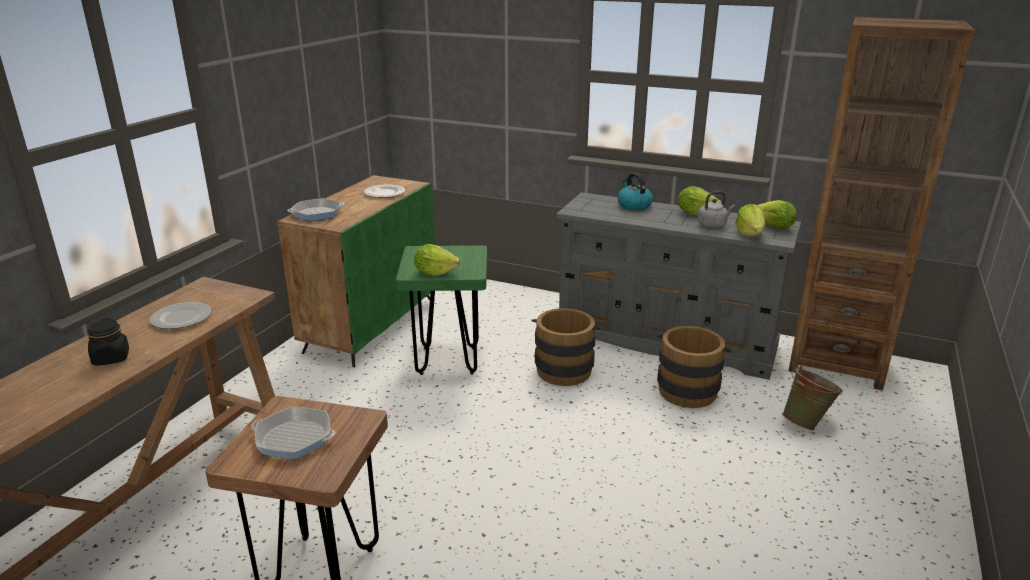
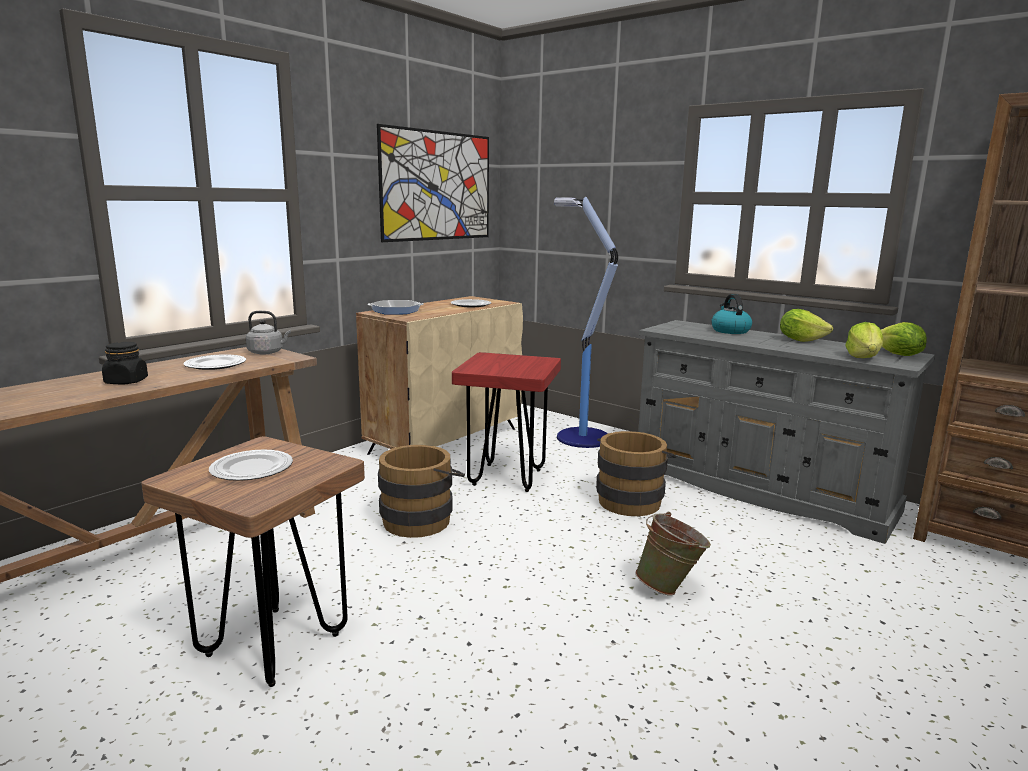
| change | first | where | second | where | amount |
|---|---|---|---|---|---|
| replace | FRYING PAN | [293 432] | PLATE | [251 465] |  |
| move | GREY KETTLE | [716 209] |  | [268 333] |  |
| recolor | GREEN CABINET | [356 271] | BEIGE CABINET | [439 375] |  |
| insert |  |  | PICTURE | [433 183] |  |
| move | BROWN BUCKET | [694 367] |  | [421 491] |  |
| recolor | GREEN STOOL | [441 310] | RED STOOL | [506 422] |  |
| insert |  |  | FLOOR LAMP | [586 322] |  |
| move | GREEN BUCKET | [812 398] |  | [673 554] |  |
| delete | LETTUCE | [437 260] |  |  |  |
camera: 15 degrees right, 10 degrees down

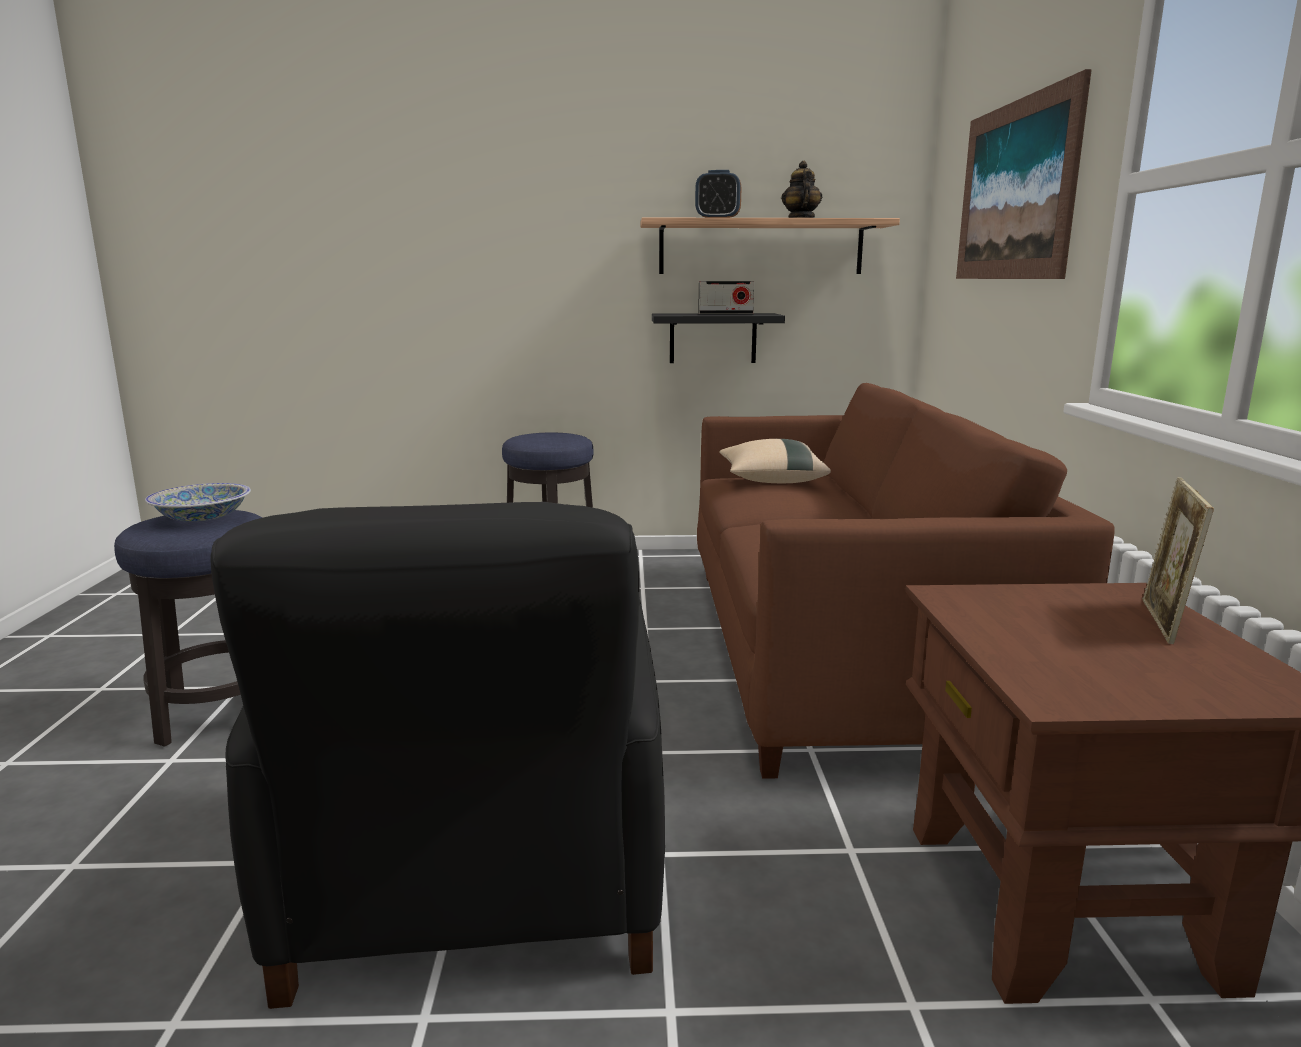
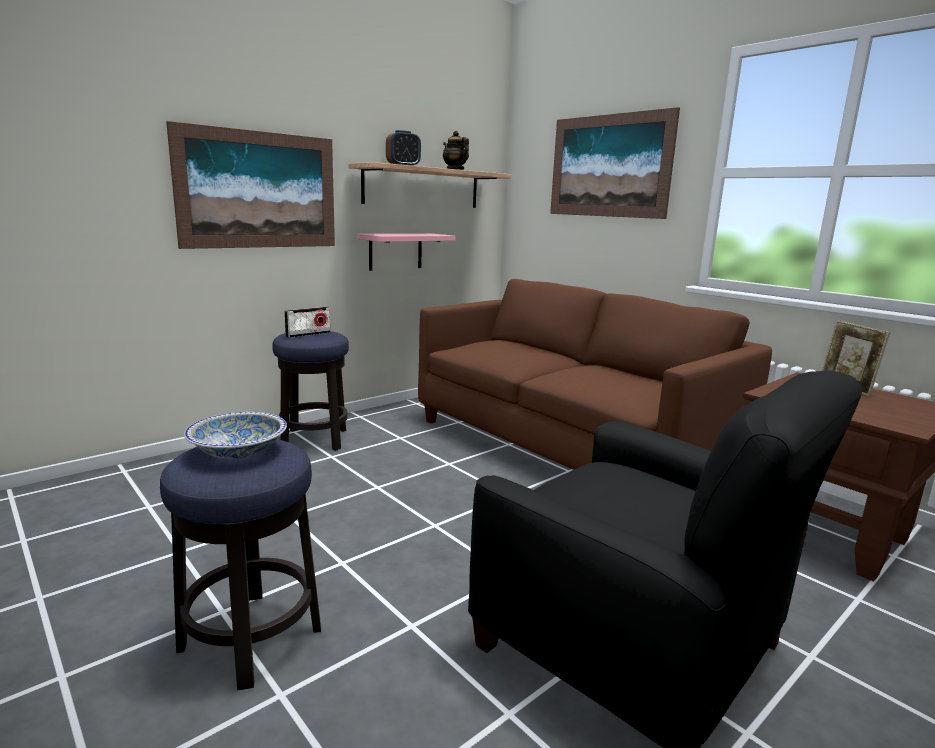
| change | first | where | second | where | amount |
|---|---|---|---|---|---|
| insert |  |  | PICTURE | [250 185] |  |
| move | RADIO | [726 297] |  | [307 322] |  |
| recolor | BLACK SHELF | [718 338] | PINK SHELF | [406 252] |  |
| delete | BEIGE PILLOW | [775 461] |  |  |  |
camera: 40 degrees left, 0 degrees up

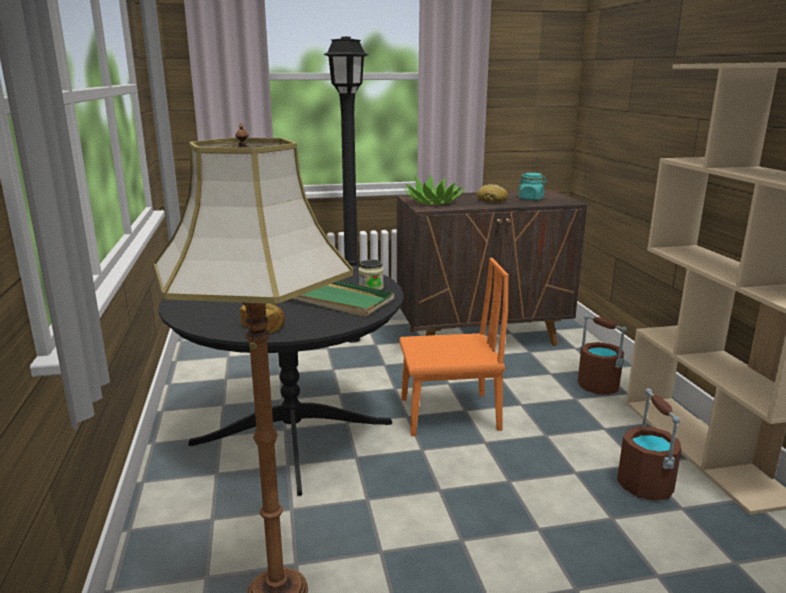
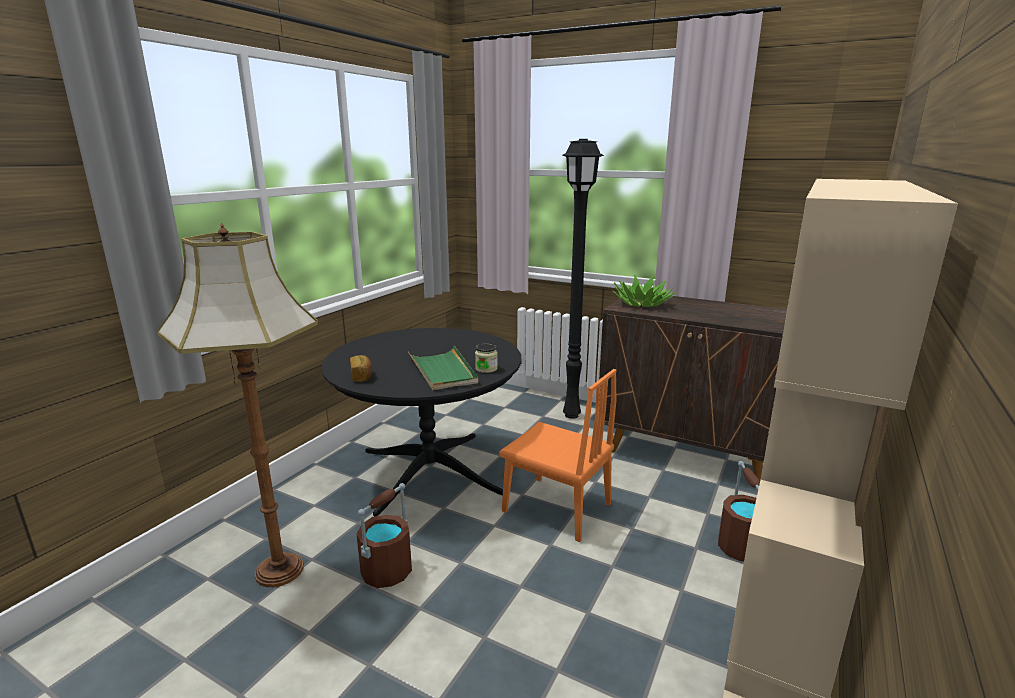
| change | first | where | second | where | amount |
|---|---|---|---|---|---|
| move | BROWN BUCKET | [649 444] |  | [384 535] |  |
| delete | BREAD | [492 193] |  |  |  |
| delete | TURQUOISE JAR | [532 186] |  |  |  |
camera: 40 degrees right, 0 degrees up

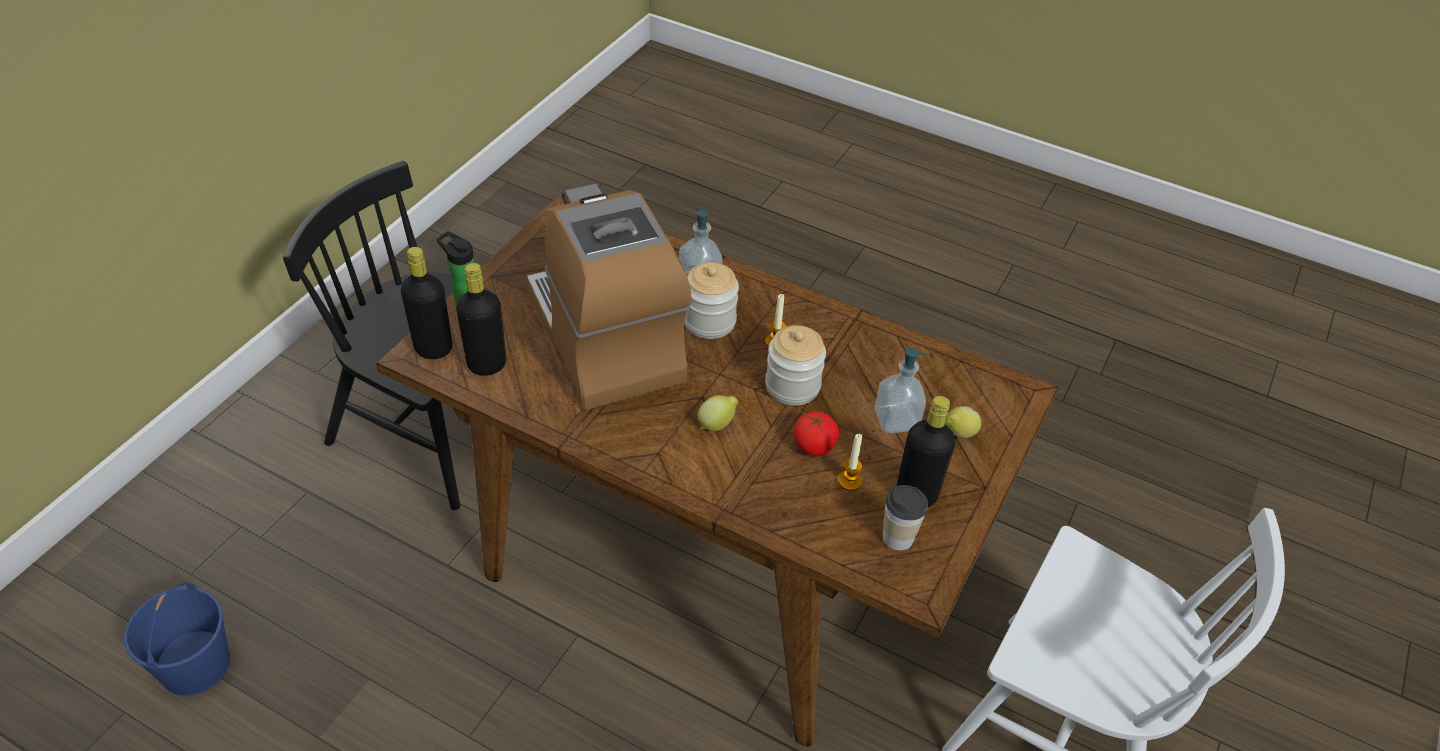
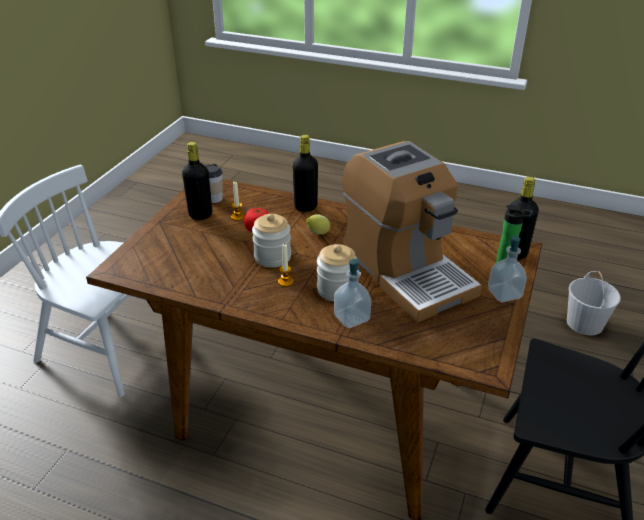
| change | first | where | second | where | amount |
|---|---|---|---|---|---|
| move | BLACK BOTTLE | [481 319] |  | [305 173] |  |
| move | SOAP DISPENSER | [901 390] |  | [507 269] |  |
| recolor | BLUE BUCKET | [177 639] | WHITE BUCKET | [594 303] |  |
| delete | LEMON | [963 422] |  |  |  |
camera: 175 degrees right, 10 degrees down

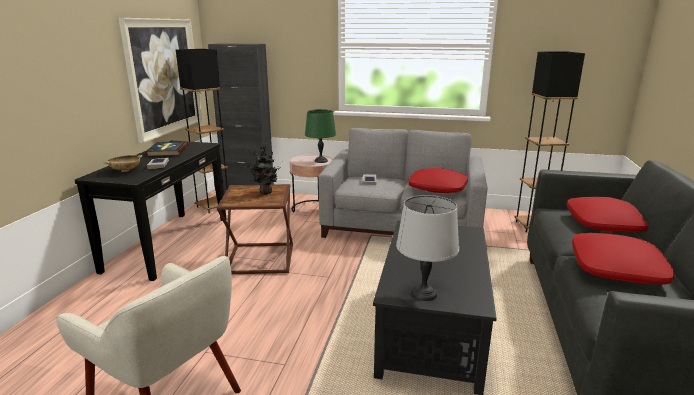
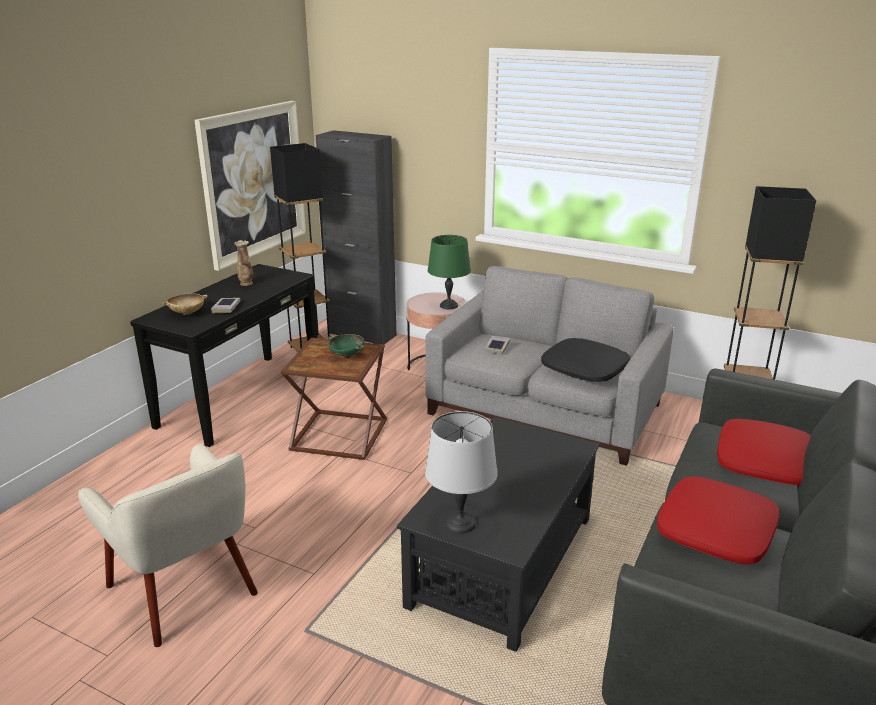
| change | first | where | second | where | amount |
|---|---|---|---|---|---|
| replace | BOOK | [167 149] | VASE | [243 263] |  |
| replace | POTTED PLANT | [262 168] | GREEN BOWL | [346 345] |  |
| recolor | RED PILLOW | [438 180] | BLACK PILLOW | [585 360] |  |
camera: 15 degrees right, 5 degrees up

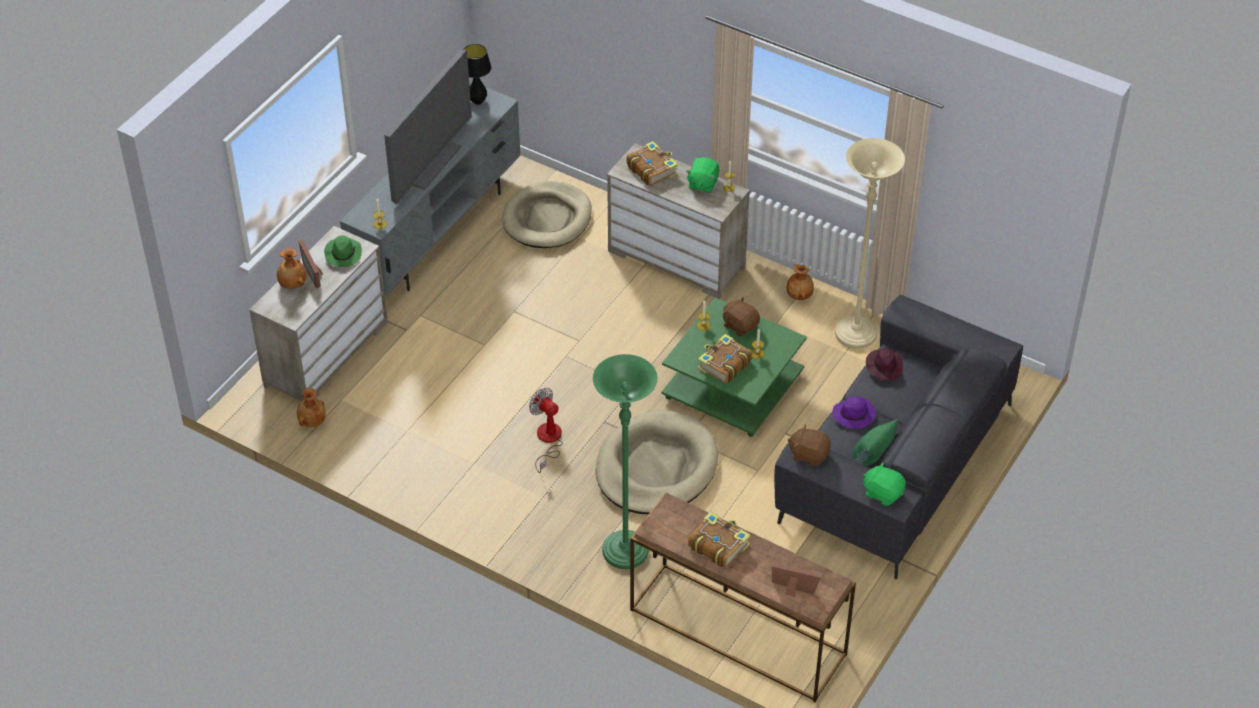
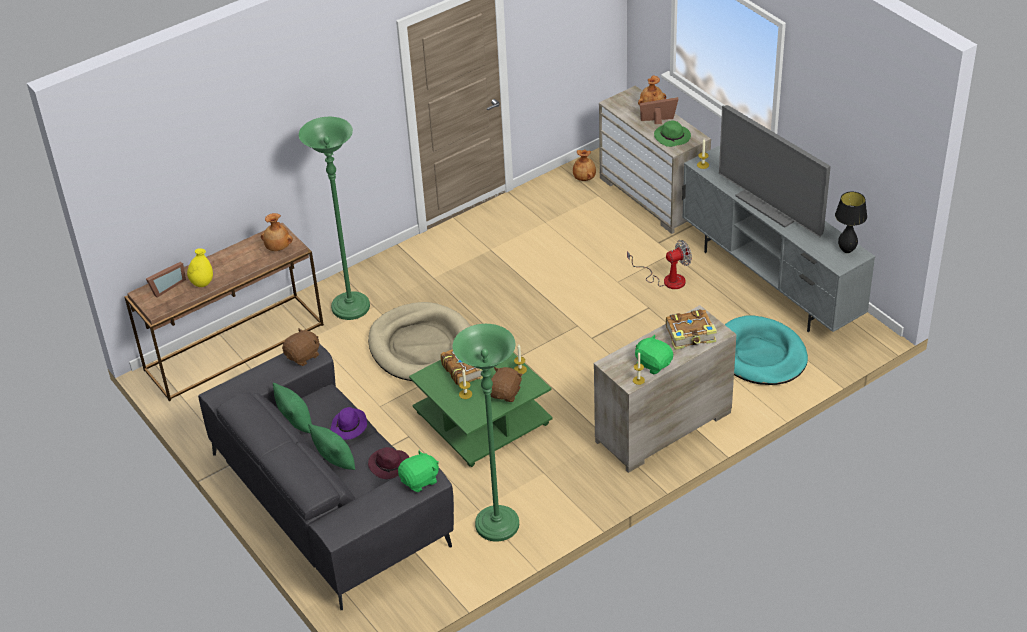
| change | first | where | second | where | amount |
|---|---|---|---|---|---|
| insert |  |  | YELLOW VASE | [200 267] |  |
| move | BROWN VASE | [800 282] |  | [277 232] |  |
| insert |  |  | GREEN PILLOW | [331 447] |  |
| move | GREEN PLUSH TOY | [884 484] |  | [418 471] |  |
| recolor | BEIGE FLOOR LAMP | [870 243] | GREEN FLOOR LAMP | [486 433] |  |
| rotate | BROWN PLUSH TOY | [741 317] |  | [507 384] | 45 degrees counterclockwise |
| move | FAN | [546 430] |  | [659 264] |  |
| recolor | BEIGE DOG BED | [547 214] | TURQUOISE DOG BED | [766 350] |  |
| delete | BOOK | [719 539] |  |  |  |
camera: 115 degrees right, 5 degrees down

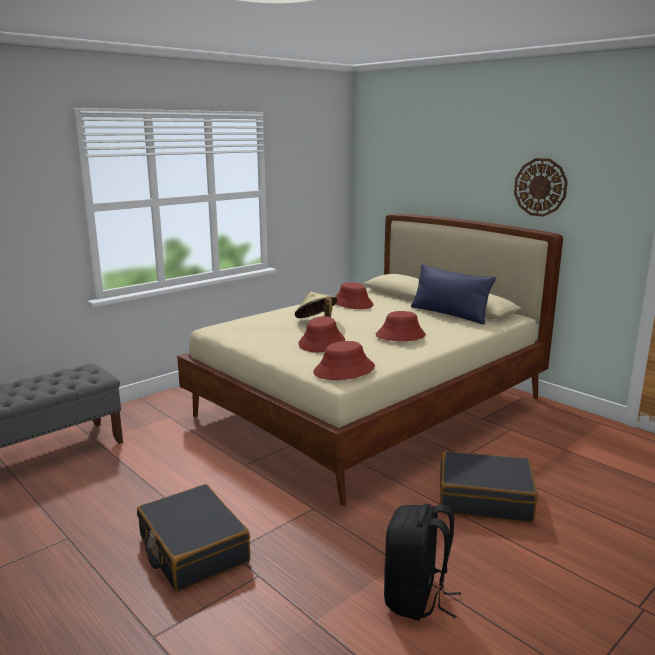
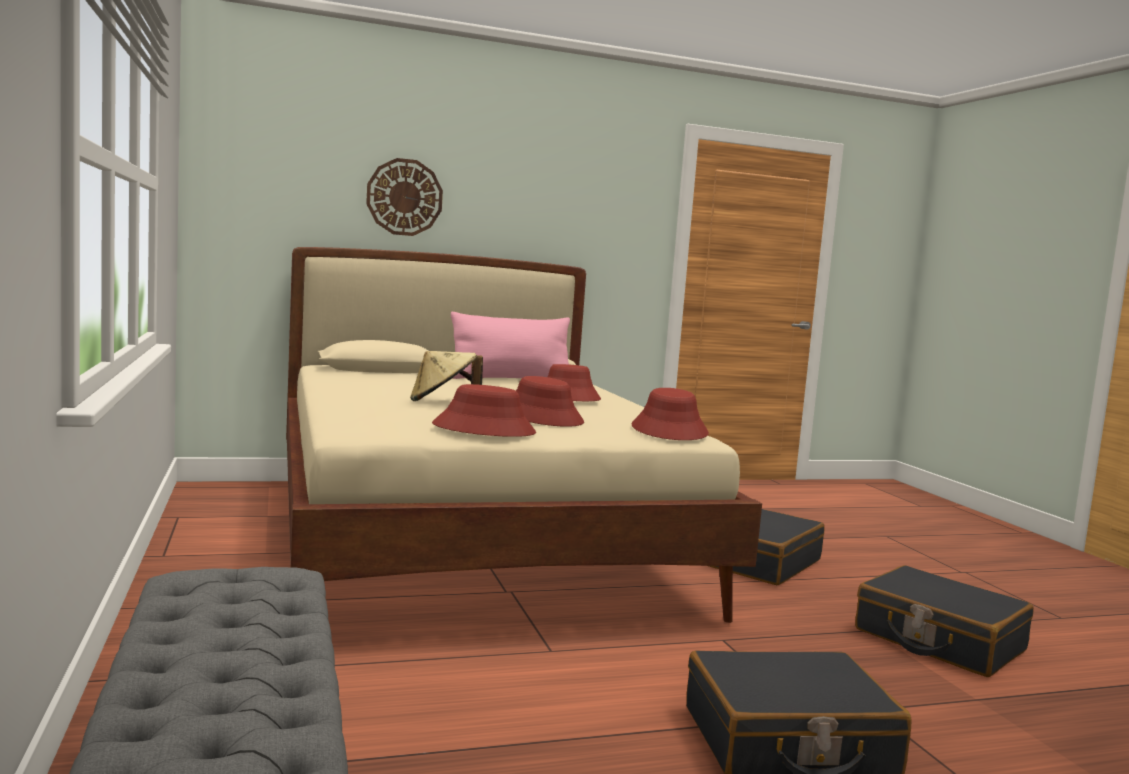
| change | first | where | second | where | amount |
|---|---|---|---|---|---|
| move | WALL CLOCK | [541 187] |  | [404 197] |  |
| move | RED HAT | [354 295] |  | [484 410] |  |
| recolor | BLUE PILLOW | [453 294] | PINK PILLOW | [510 345] |  |
| replace | BLACK BACKPACK | [422 562] | BLACK SUITCASE | [944 621] |  |
camera: 65 degrees left, 10 degrees down

